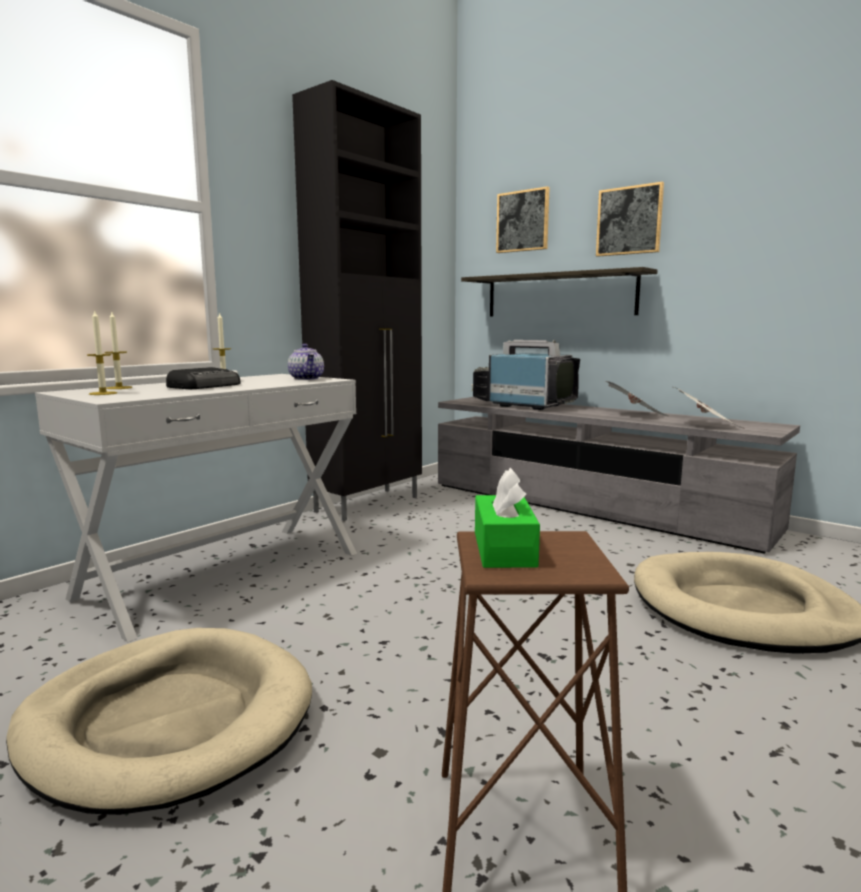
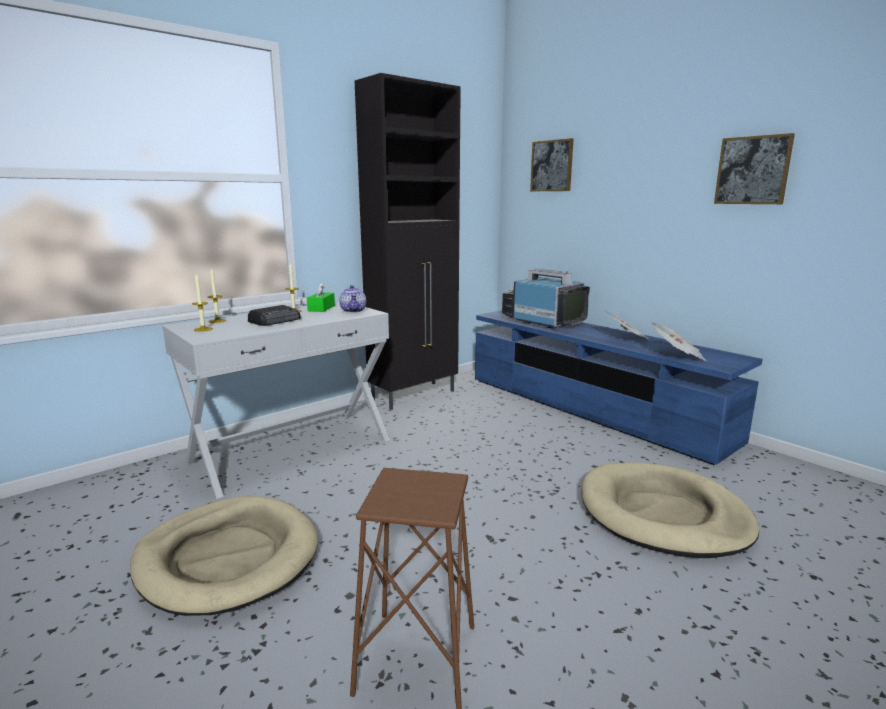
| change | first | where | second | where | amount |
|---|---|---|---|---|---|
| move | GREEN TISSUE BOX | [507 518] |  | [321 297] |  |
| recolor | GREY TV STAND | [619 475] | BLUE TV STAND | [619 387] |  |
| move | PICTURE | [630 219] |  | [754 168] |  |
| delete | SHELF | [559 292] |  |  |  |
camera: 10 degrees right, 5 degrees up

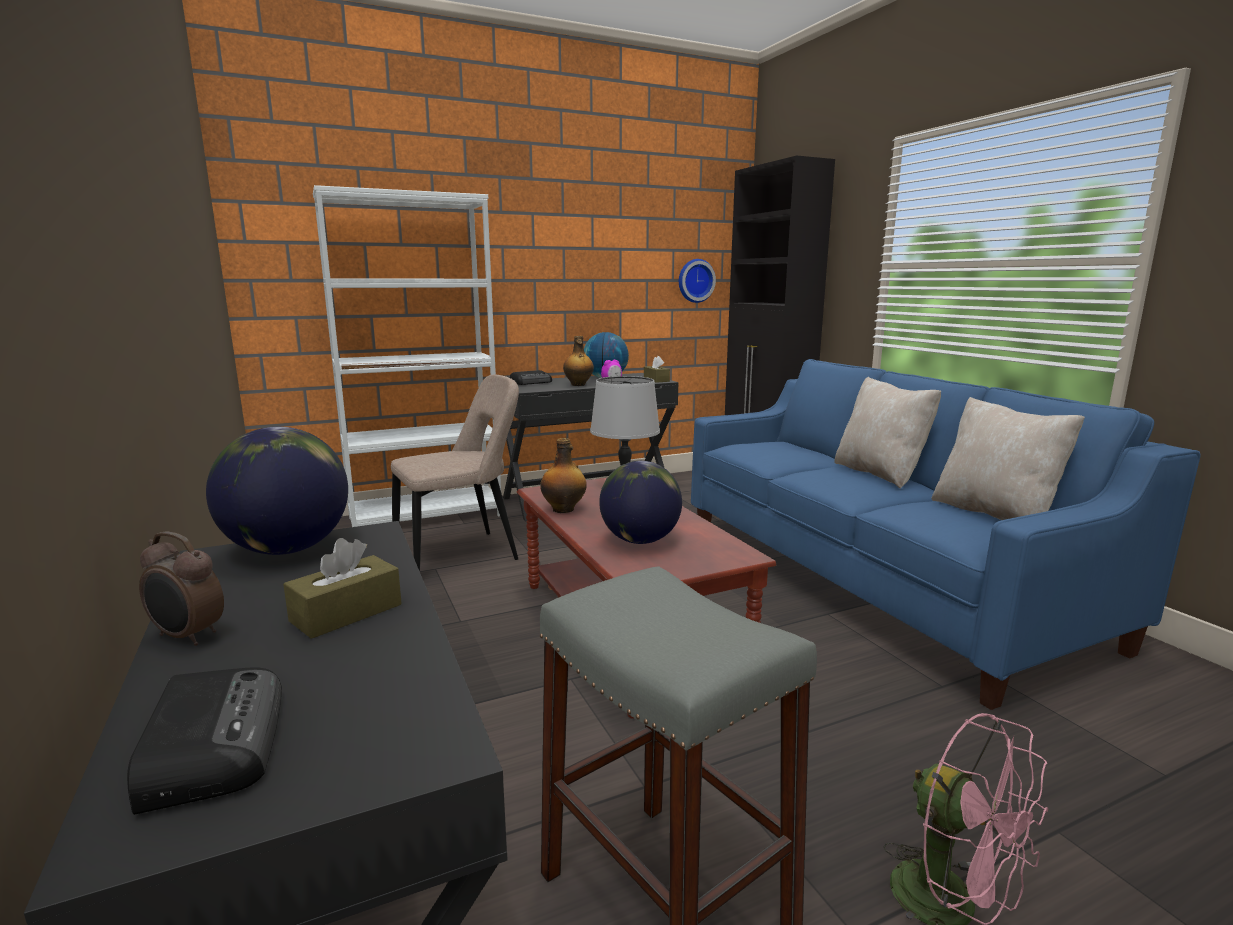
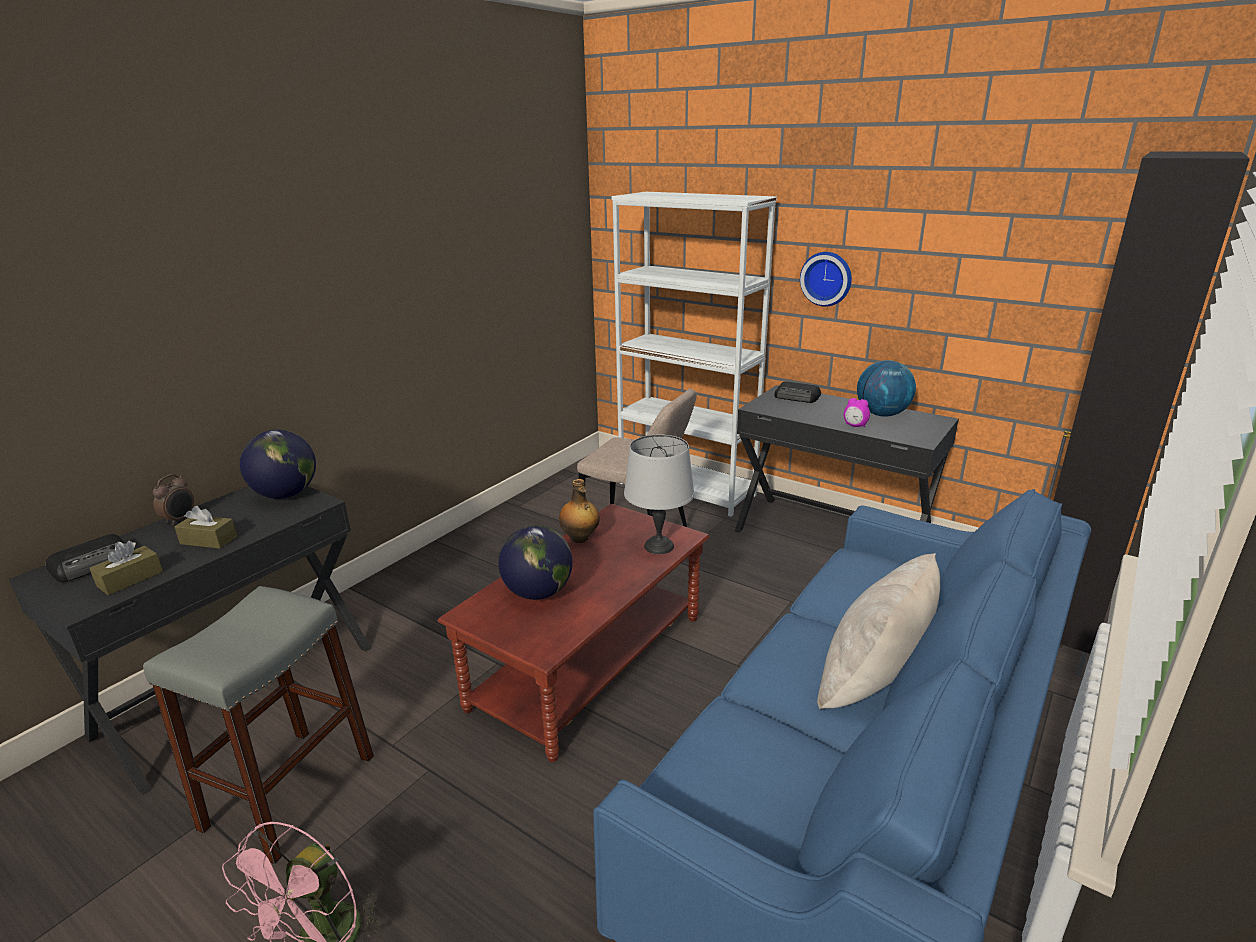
| change | first | where | second | where | amount |
|---|---|---|---|---|---|
| move | BROWN TISSUE BOX | [657 369] |  | [126 568] |  |
| rotate | ALARM CLOCK | [181 588] |  | [173 499] | 150 degrees counterclockwise |
| move | WALL CLOCK | [697 281] |  | [826 279] |  |
| delete | BOTTLE | [578 361] |  |  |  |
| delete | BEIGE PILLOW | [1008 458] |  |  |  |
camera: 60 degrees right, 10 degrees up

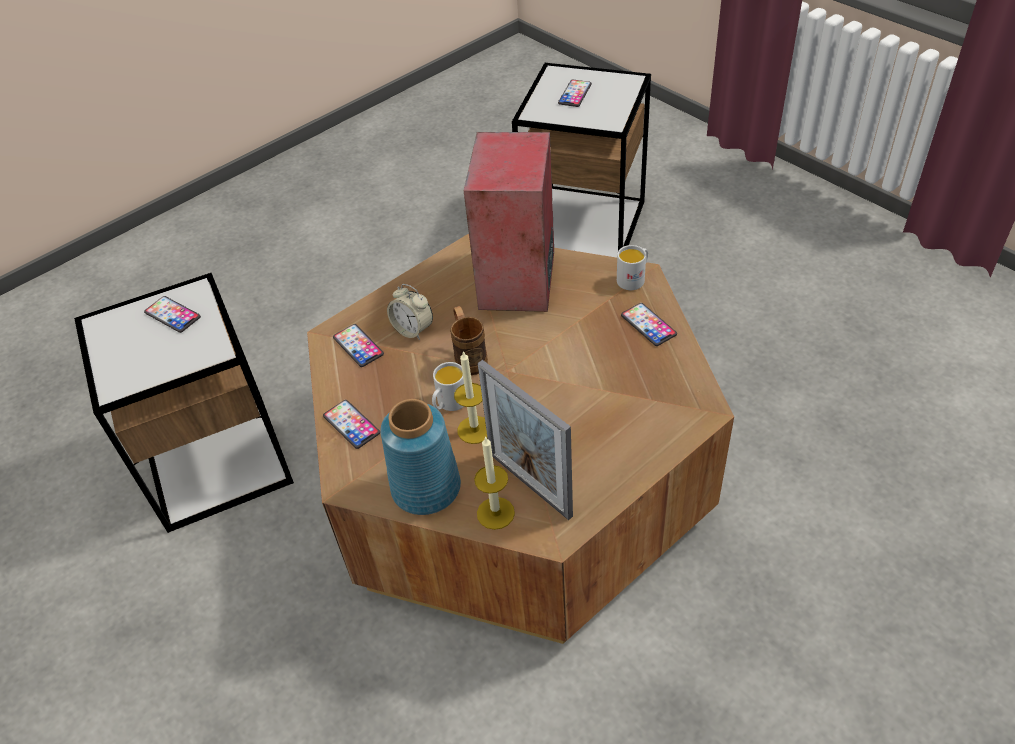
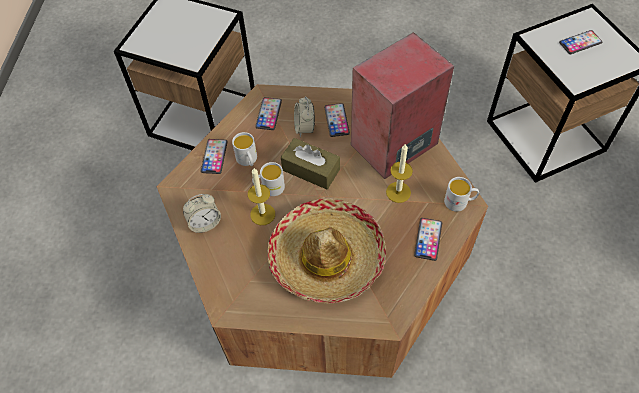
| change | first | where | second | where | amount |
|---|---|---|---|---|---|
| replace | BLUE VASE | [420 457] | ALARM CLOCK | [202 213] |  |
| insert |  |  | WHITE MUG | [244 149] |  |
| insert |  |  | HAT | [326 251] |  |
| replace | BROWN MUG | [469 340] | BROWN TISSUE BOX | [310 163] |  |
| move | PHONE | [172 314] |  | [337 120] |  |
| move | CANDLE | [494 483] |  | [399 173] |  |
| delete | PICTURE FRAME | [525 440] |  |  |  |
camera: 45 degrees right, 10 degrees up

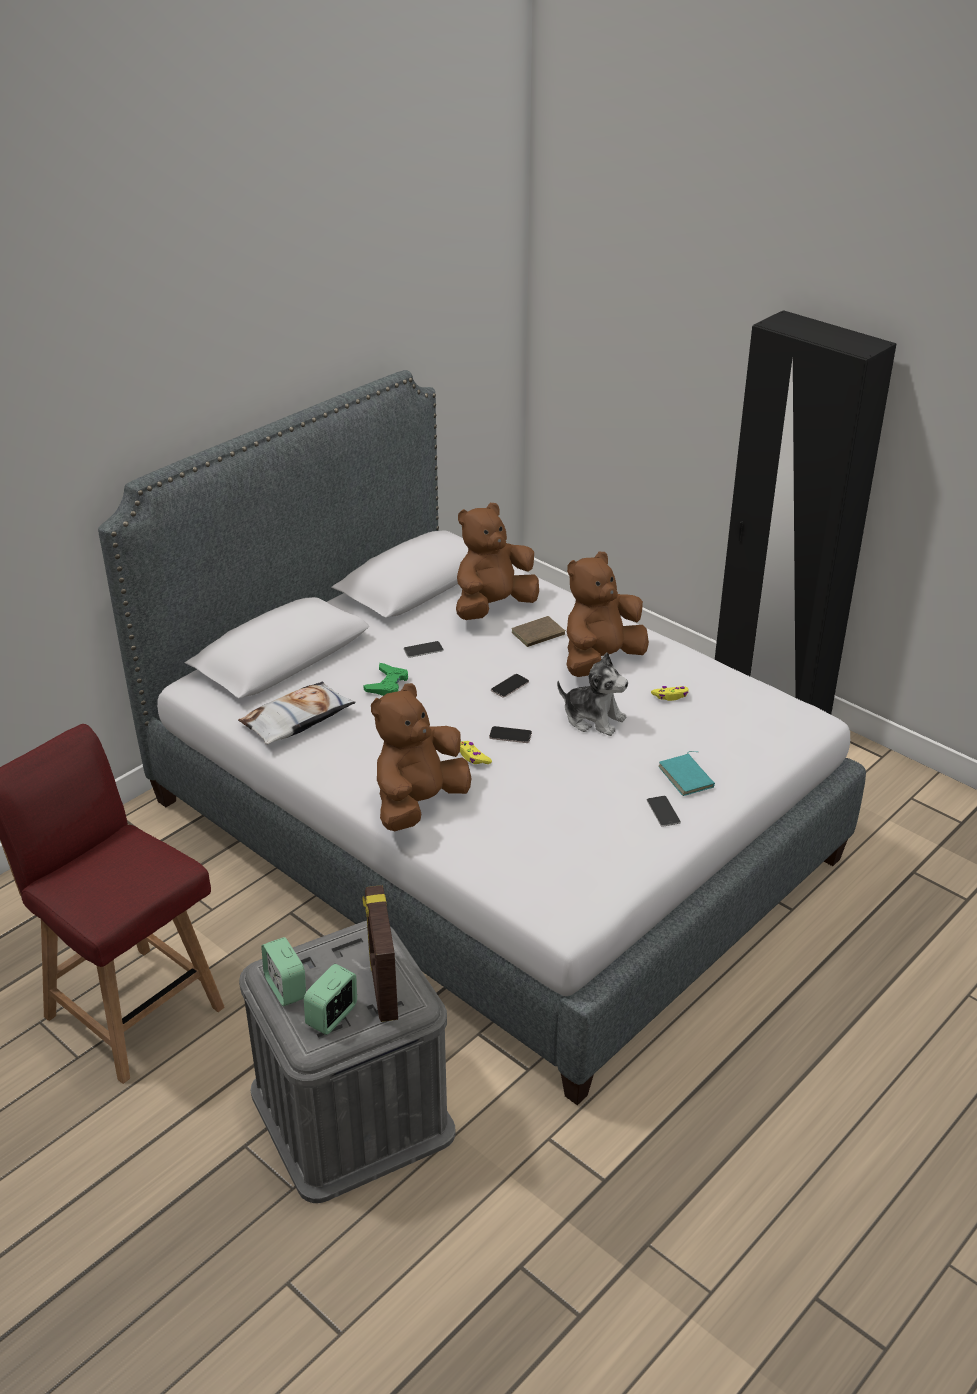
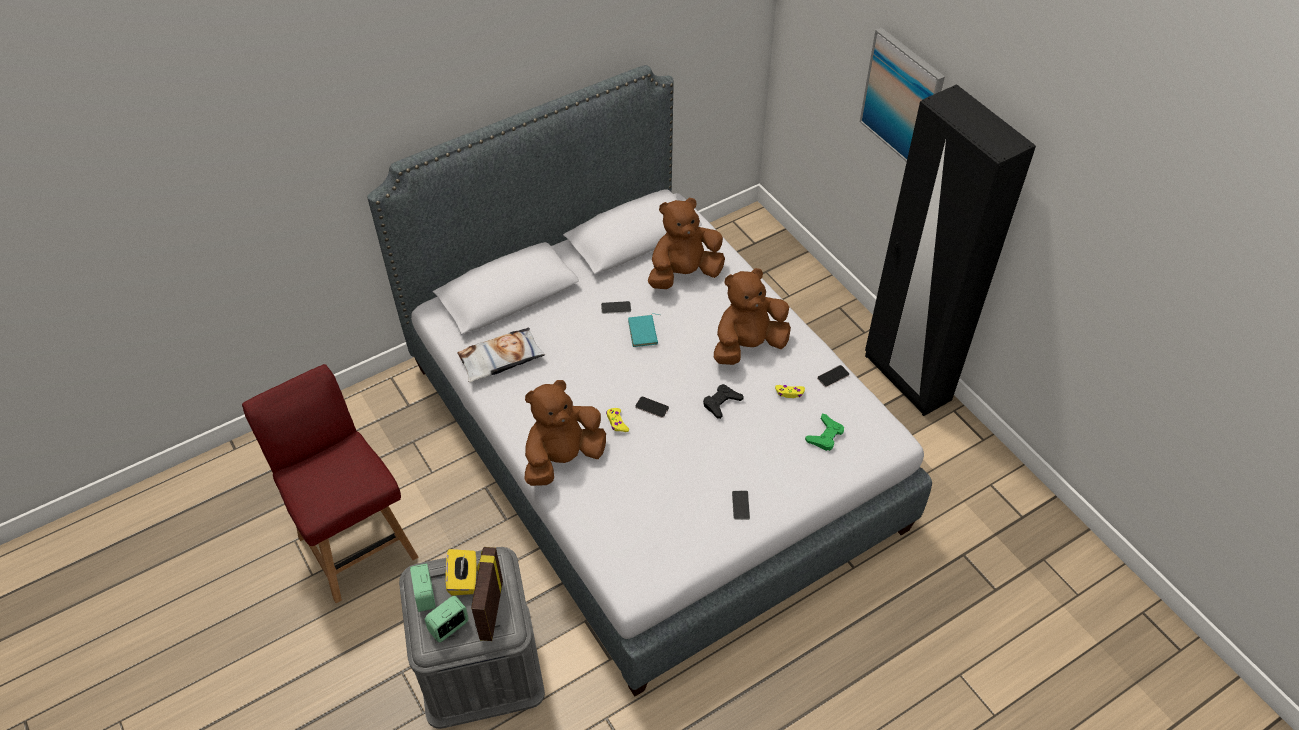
| change | first | where | second | where | amount |
|---|---|---|---|---|---|
| insert |  |  | YELLOW TISSUE BOX | [461 572] |  |
| move | TURQUOISE BOOK | [687 773] |  | [644 330] |  |
| replace | PLUSH TOY | [592 694] | BLACK GAME CONTROLLER | [723 401] |  |
| move | GREEN GAME CONTROLLER | [385 679] |  | [824 432] |  |
| move | PHONE | [510 686] |  | [833 376] |  |
| insert |  |  | PICTURE | [902 94] |  |
| delete | BROWN BOOK | [538 631] |  |  |  |
camera: 15 degrees right, 15 degrees up

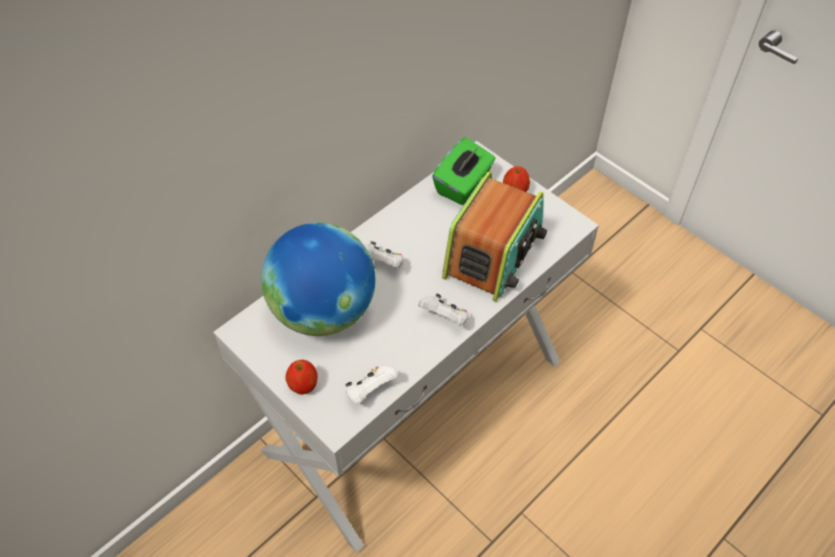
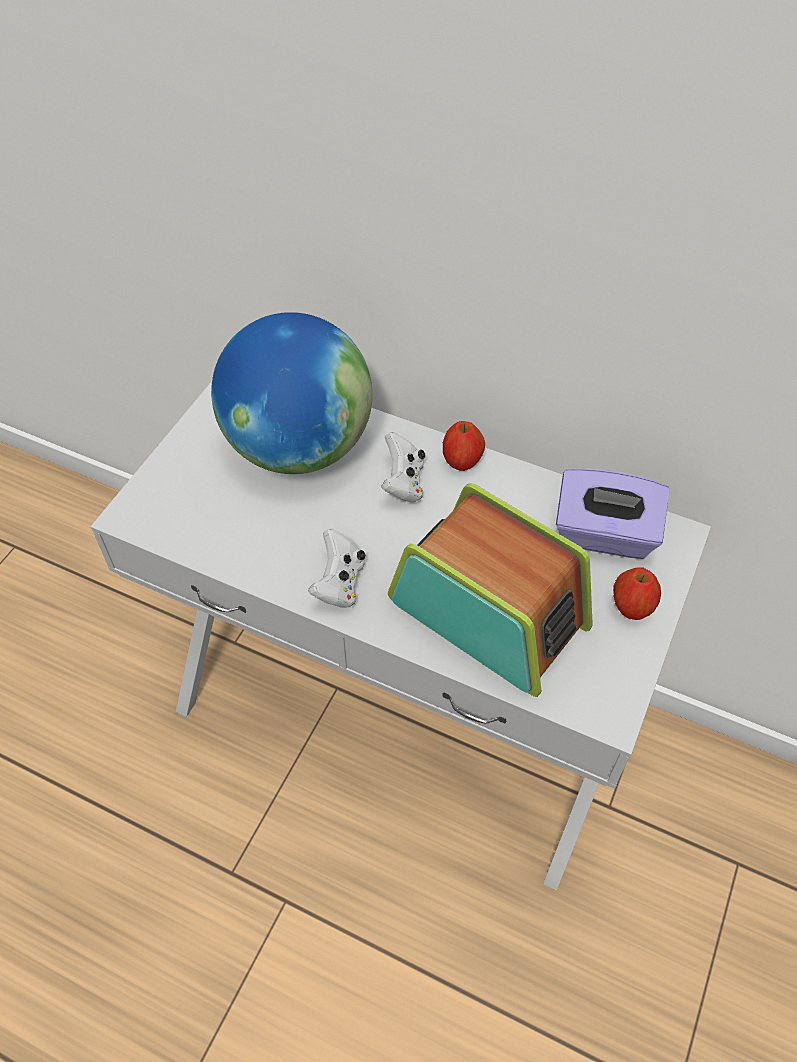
| change | first | where | second | where | amount |
|---|---|---|---|---|---|
| rotate | RADIO | [494 236] |  | [490 590] | 150 degrees counterclockwise |
| move | APPLE | [302 377] |  | [464 446] |  |
| recolor | GREEN TISSUE BOX | [463 171] | PURPLE TISSUE BOX | [613 513] |  |
| delete | WHITE GAME CONTROLLER | [371 385] |  |  |  |
camera: 70 degrees right, 0 degrees up

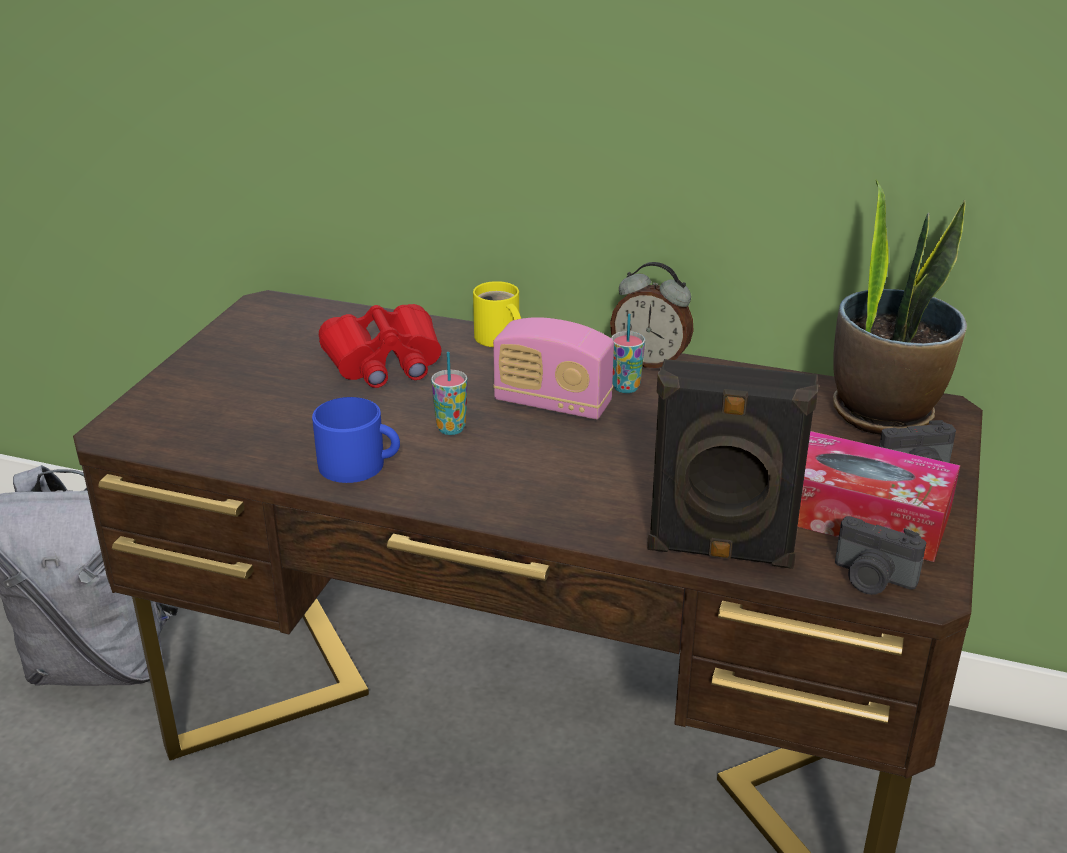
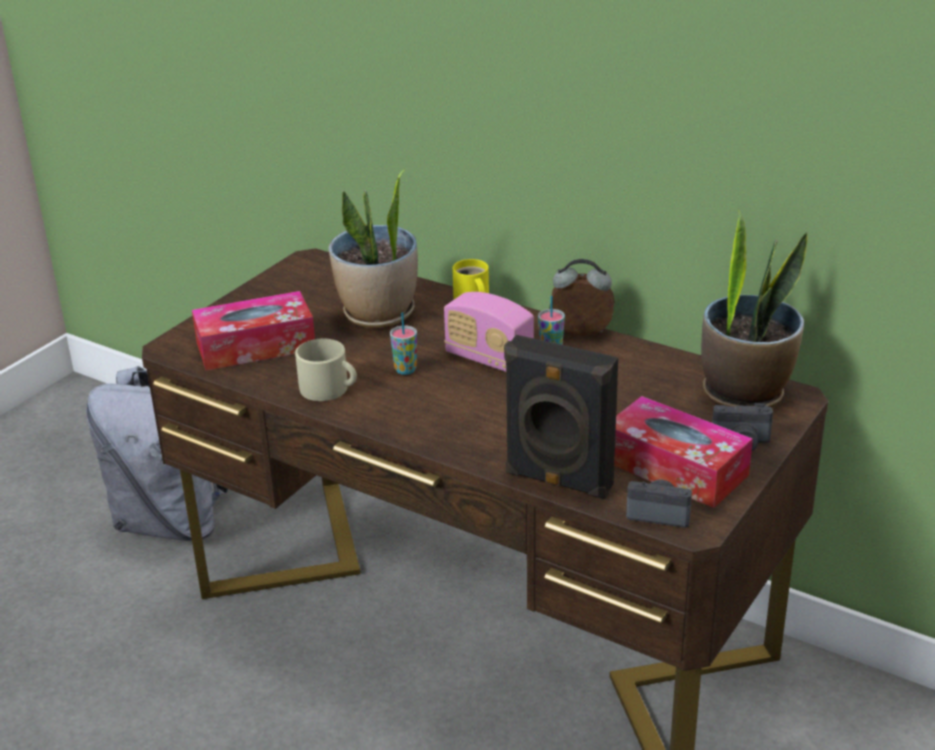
| change | first | where | second | where | amount |
|---|---|---|---|---|---|
| insert |  |  | TISSUE BOX | [253 331] |  |
| recolor | BLUE MUG | [356 440] | BEIGE MUG | [326 369] |  |
| replace | RED BINOCULARS | [380 346] | POTTED PLANT | [373 249] |  |
| rotate | ALARM CLOCK | [652 315] |  | [581 297] | 150 degrees clockwise |
| rotate | PHOTO CAMERA | [880 555] |  | [659 504] | 150 degrees clockwise |
camera: 15 degrees right, 0 degrees up

